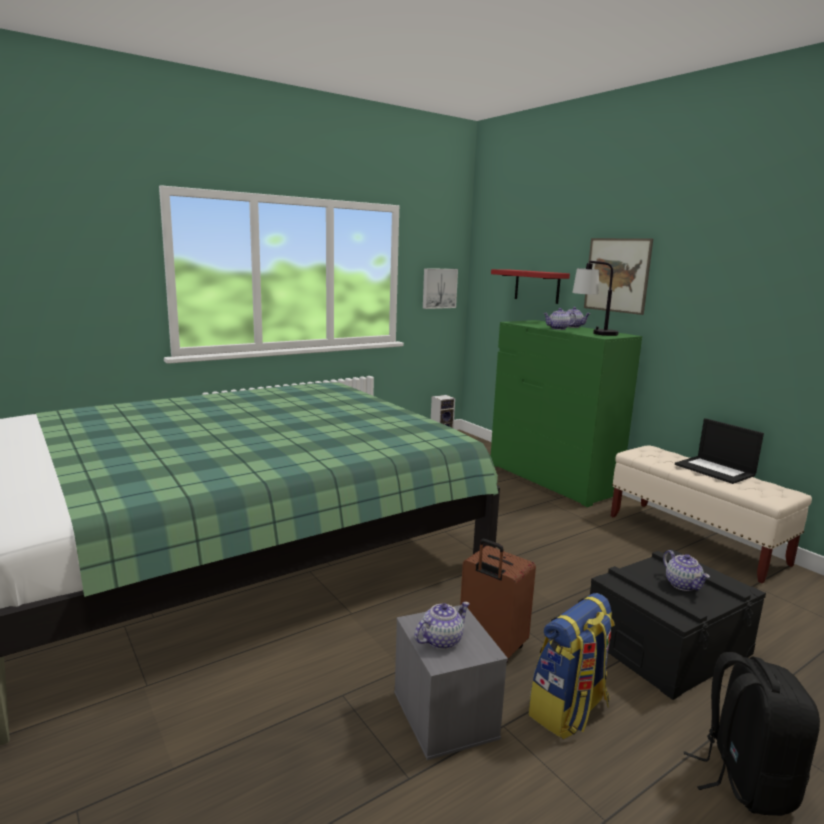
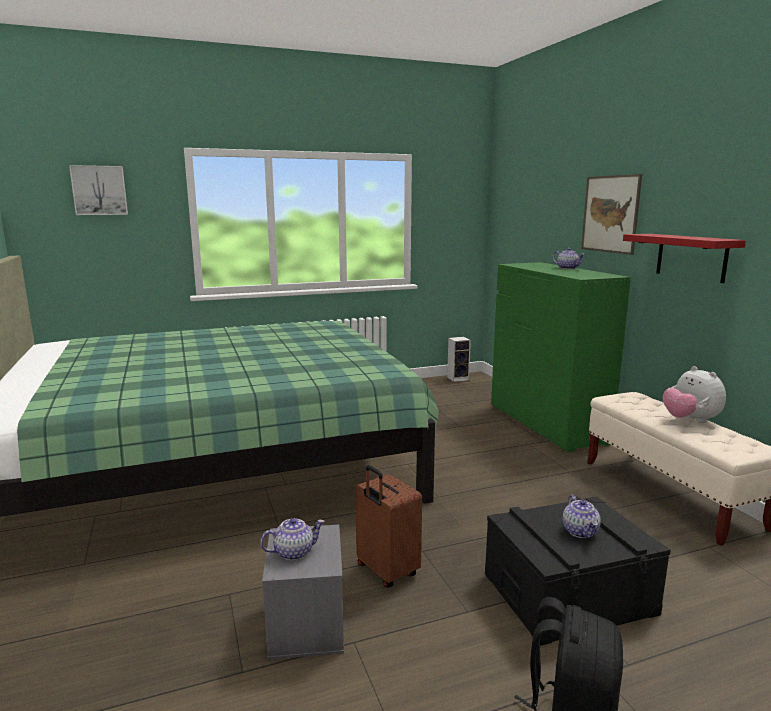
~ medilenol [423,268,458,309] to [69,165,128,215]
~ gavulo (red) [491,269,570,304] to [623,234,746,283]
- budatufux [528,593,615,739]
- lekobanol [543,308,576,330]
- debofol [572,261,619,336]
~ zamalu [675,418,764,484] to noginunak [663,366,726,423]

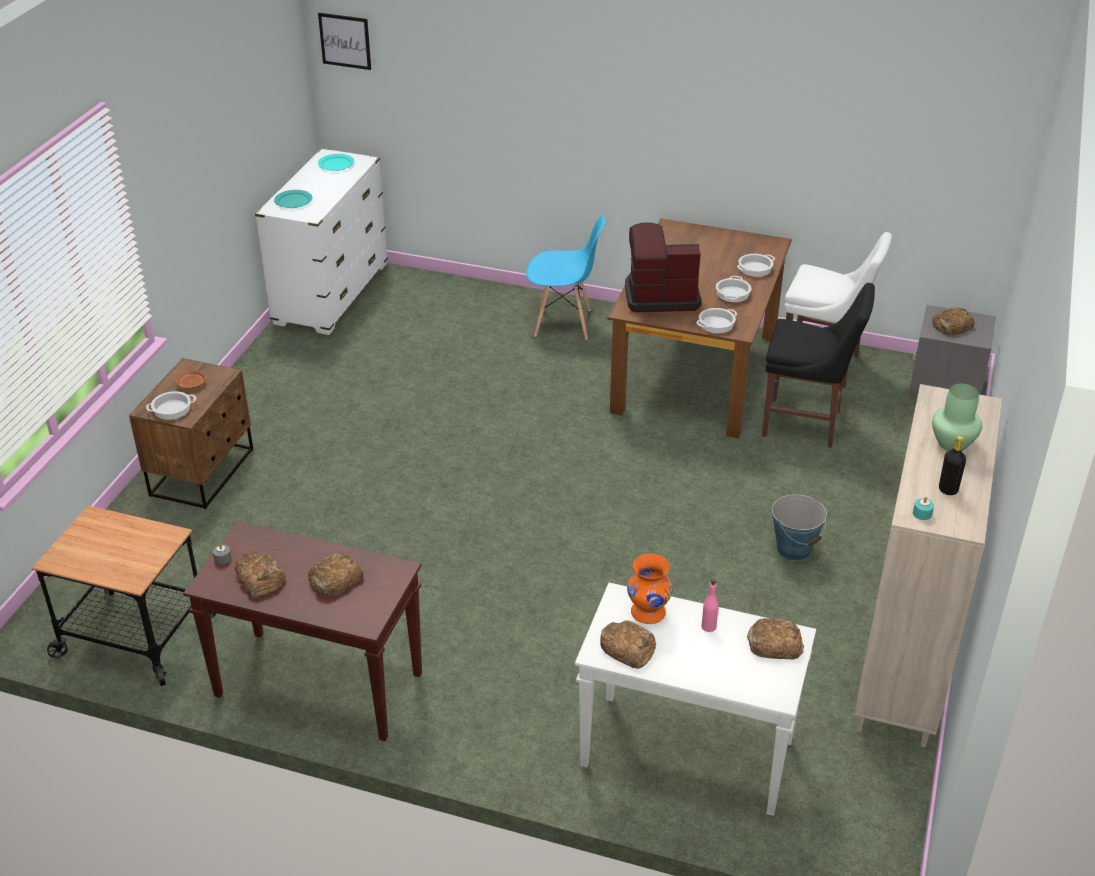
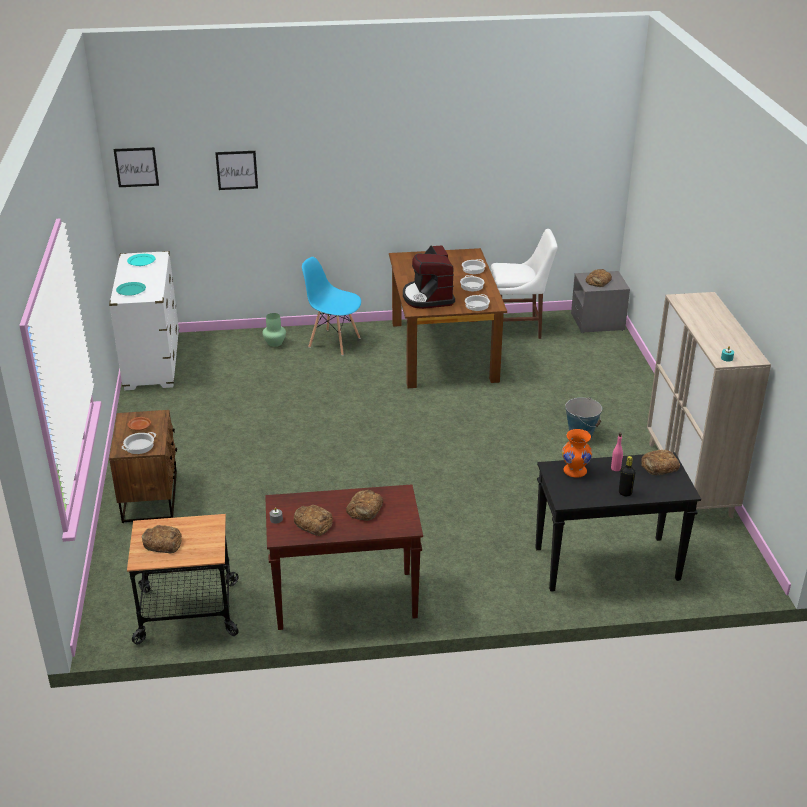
~ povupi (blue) [526,215,605,340] = [302,257,361,356] 135 degrees counterclockwise
~ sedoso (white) [575,583,816,816] to sedoso (black) [535,452,701,592]
~ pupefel [600,620,656,669] to [142,525,182,554]
~ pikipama [625,222,702,312] = [403,245,455,309] 75 degrees counterclockwise
- povupi (black) [762,283,875,448]
~ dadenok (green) [932,383,982,451] to [262,313,286,347]
~ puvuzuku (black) [939,436,966,495] to [619,456,635,496]
+ medilenol [215,151,258,190]

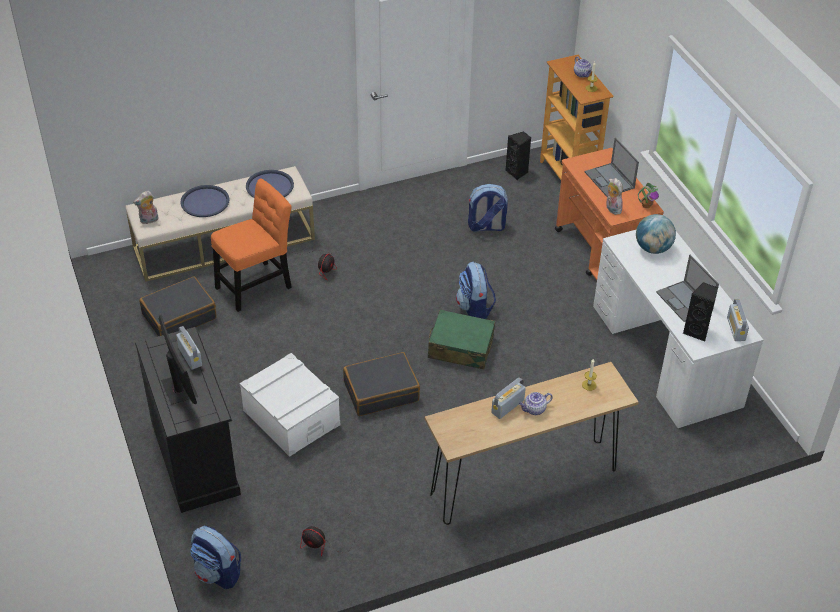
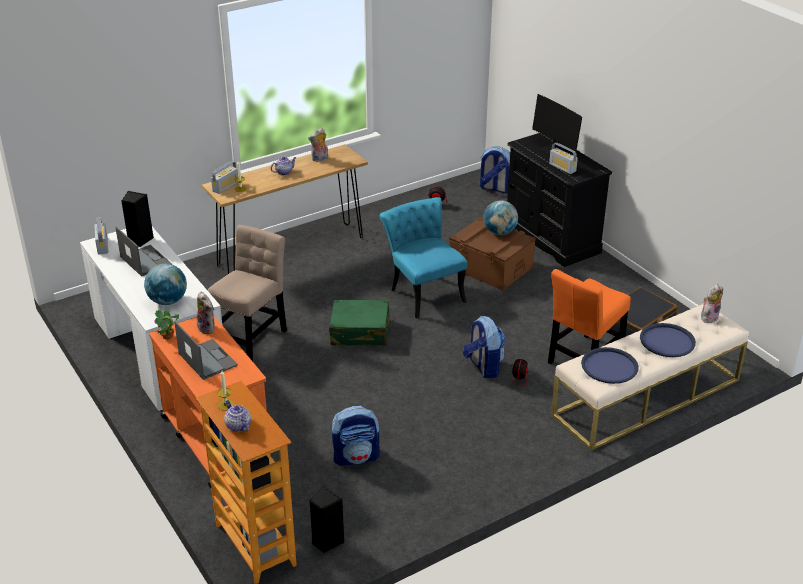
~ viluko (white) [240,353,340,457] to viluko (brown) [450,217,536,291]
~ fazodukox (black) [343,352,420,416] to povupi (turquoise) [379,197,467,319]
~ budatufux [456,261,496,319] to [463,316,505,378]
~ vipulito [491,377,526,419] to [211,161,239,194]
+ povupi (beige) [208,225,287,361]
+ noginunak [308,128,328,162]
+ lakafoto [484,200,518,235]

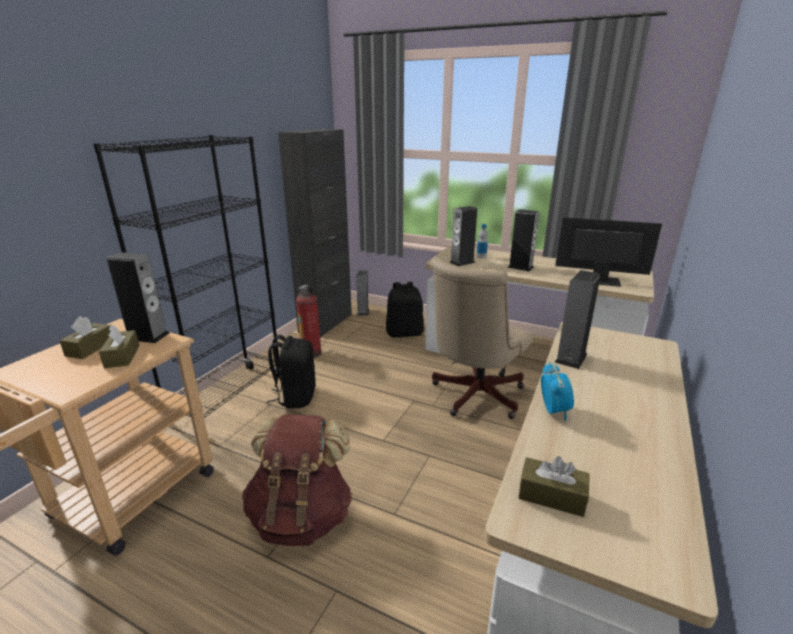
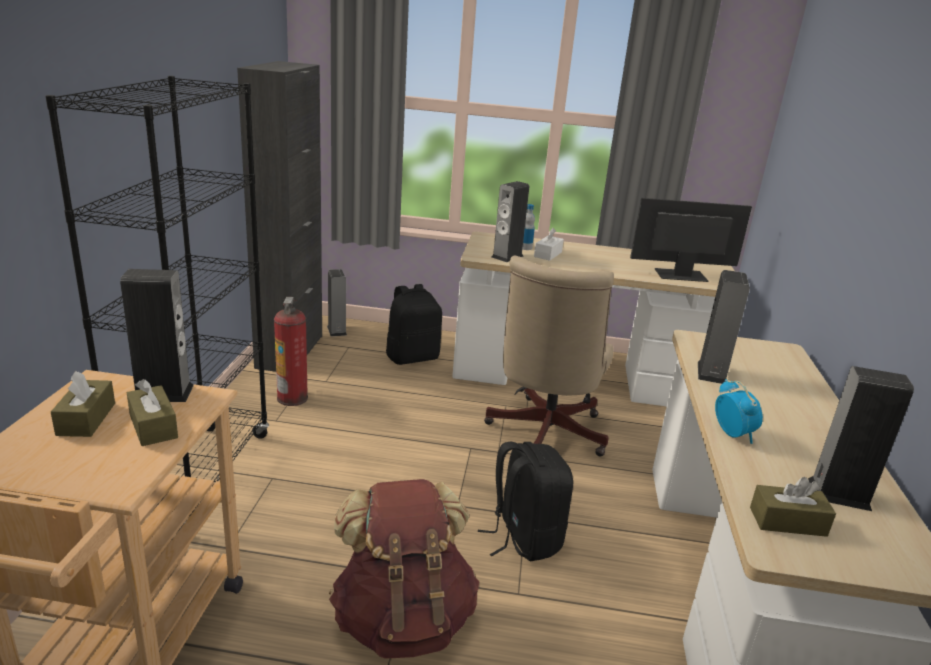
~ budatufux (black) [267,335,316,409] to [478,442,573,561]
~ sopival [508,209,539,271] to [808,366,914,511]
+ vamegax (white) [534,228,564,261]

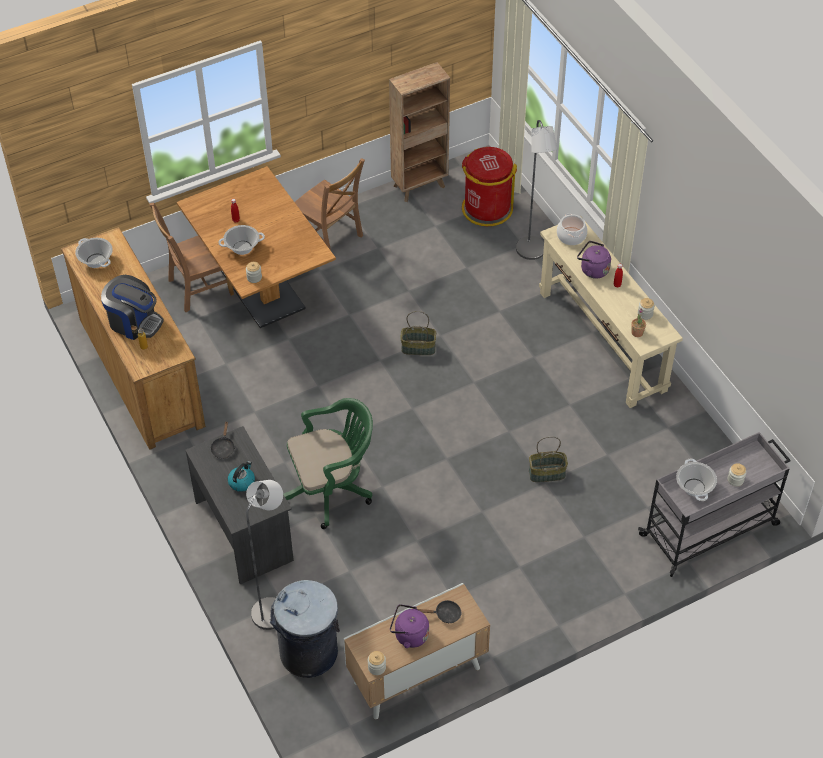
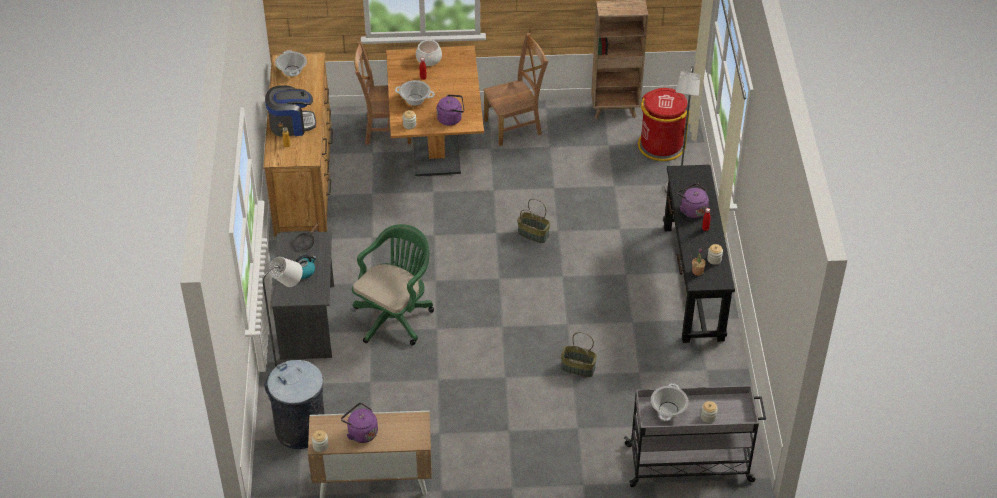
~ pikipama [101,275,164,340] = [265,85,316,137] 60 degrees counterclockwise
~ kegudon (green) [283,398,373,529] = [352,224,434,346] 60 degrees counterclockwise
~ povupi (brown) [295,158,365,250] = [483,33,548,146] 90 degrees counterclockwise
- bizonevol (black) [417,600,461,623]
~ sedoso (beige) [539,216,683,408] to sedoso (black) [663,165,735,343]
~ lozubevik [557,214,587,245] to [416,40,442,66]
+ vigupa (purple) [437,94,464,126]

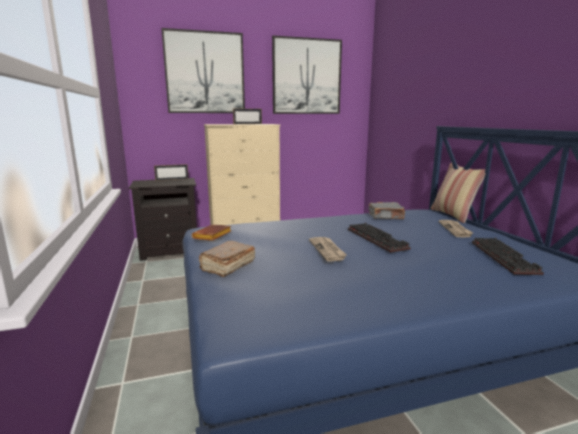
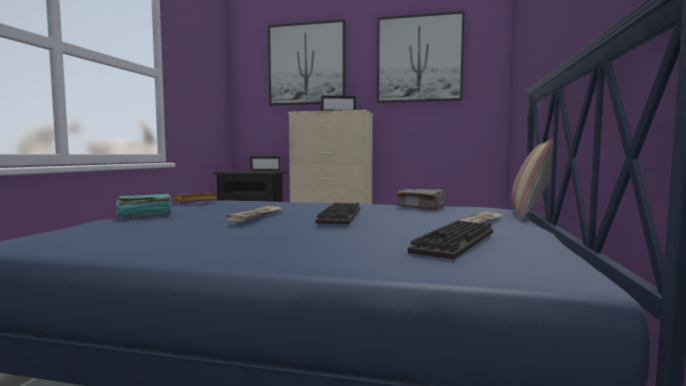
~ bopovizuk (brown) [199,241,255,277] to bopovizuk (turquoise) [116,194,172,219]

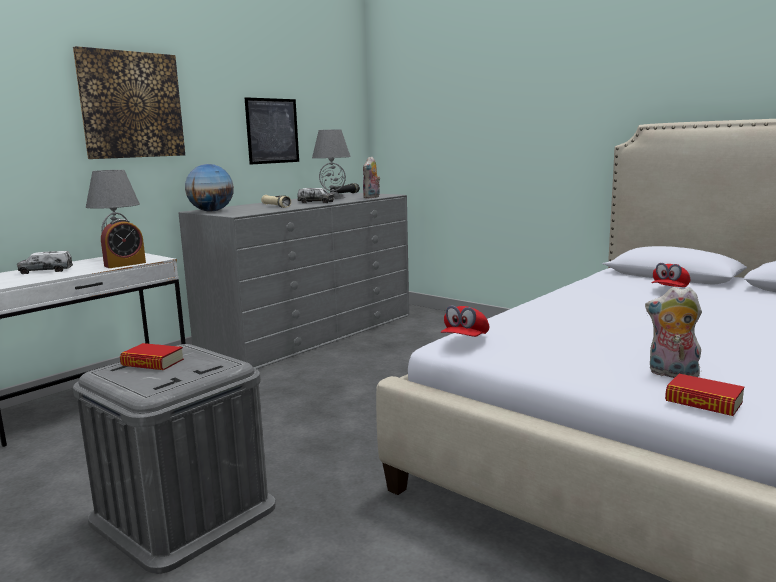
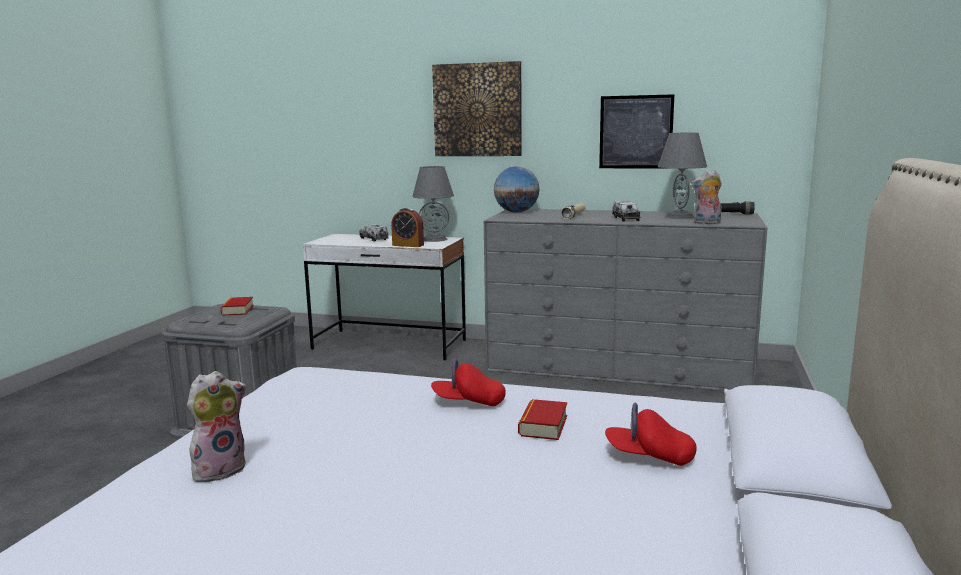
~ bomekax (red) [441,305,489,337] to [431,358,506,406]
~ noginunak [645,287,702,378] = [187,371,246,482] 45 degrees clockwise
~ bopovizuk [665,374,744,416] to [518,399,567,440]

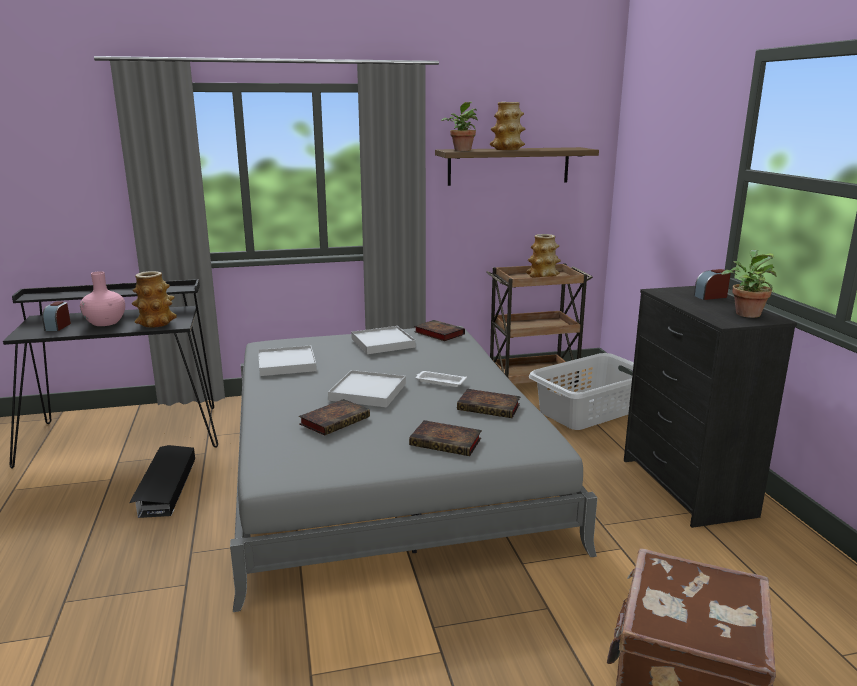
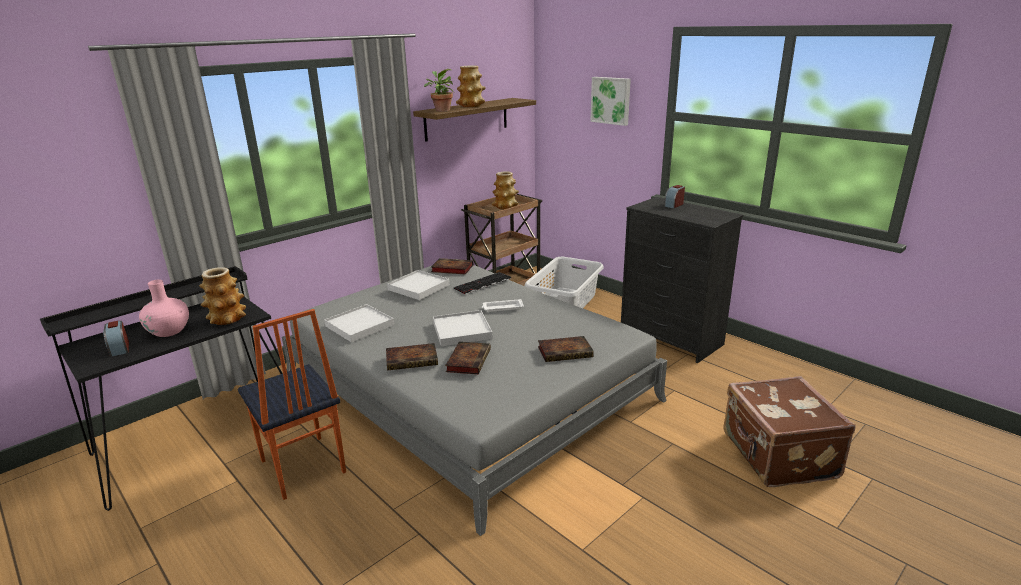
~ viluko (black) [129,445,195,518] to povupi [238,309,346,500]
~ bopovizuk [457,389,520,418] to [386,343,438,370]
- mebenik [721,249,777,318]
+ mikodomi [453,272,511,294]
+ medilenol [590,77,631,126]

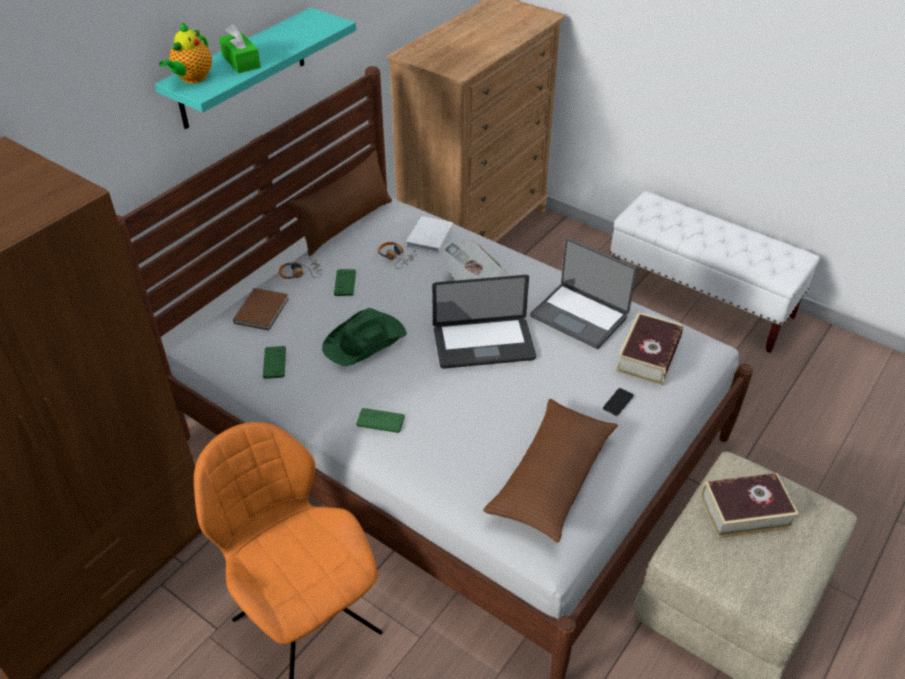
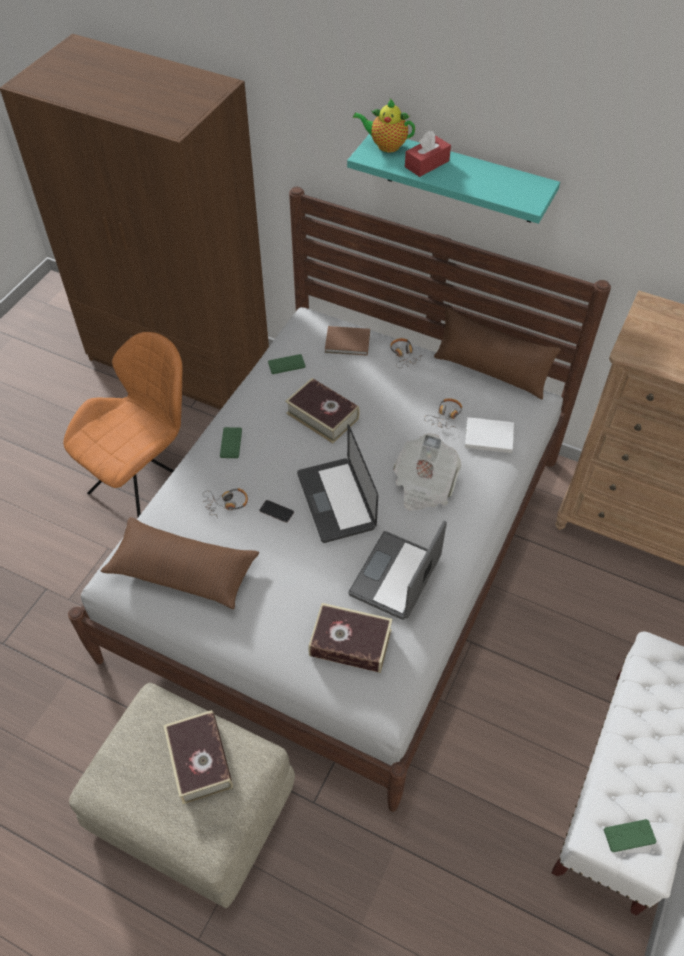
~ vamegax (green) [219,24,261,73] to vamegax (red) [405,130,451,177]
~ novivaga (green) [322,308,407,366] to bopovizuk [285,378,360,444]
~ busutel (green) [334,269,356,296] to [604,819,657,852]
~ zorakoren [602,388,634,417] to [259,500,294,523]
+ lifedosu [203,488,248,519]

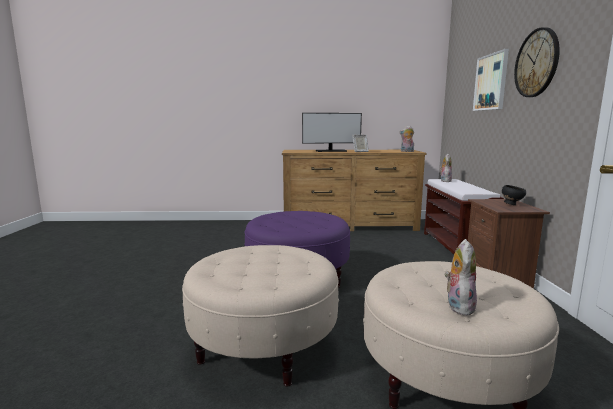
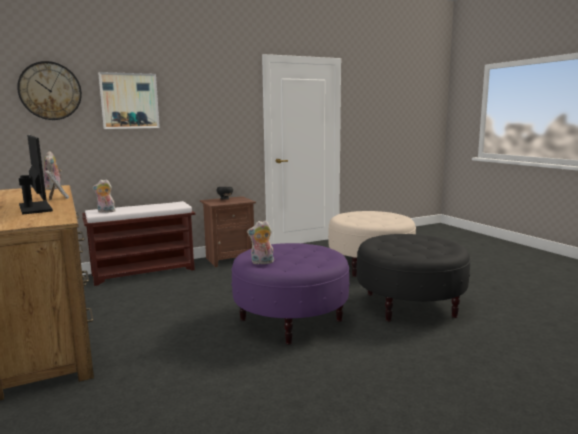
~ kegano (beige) [182,245,339,387] to kegano (black) [356,234,471,321]
~ noginunak [445,239,477,315] to [247,220,274,264]
~ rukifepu [514,27,560,97] to [17,61,82,120]

